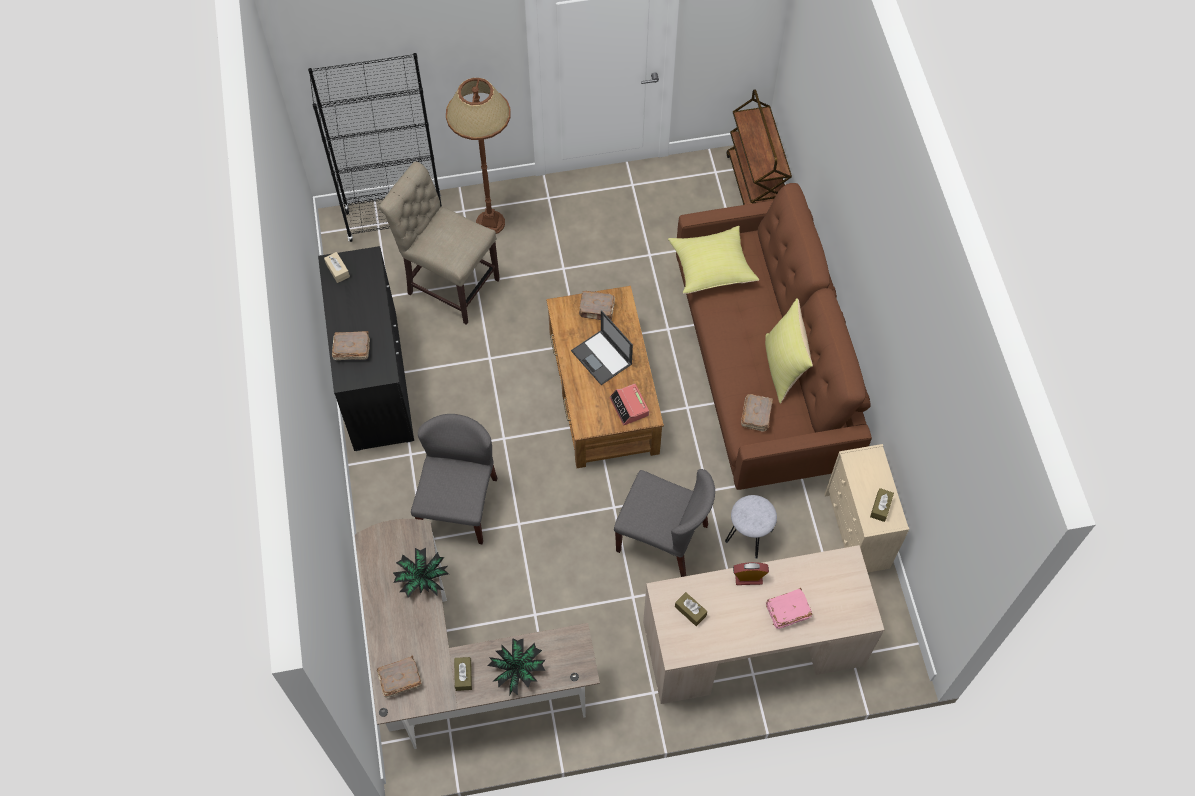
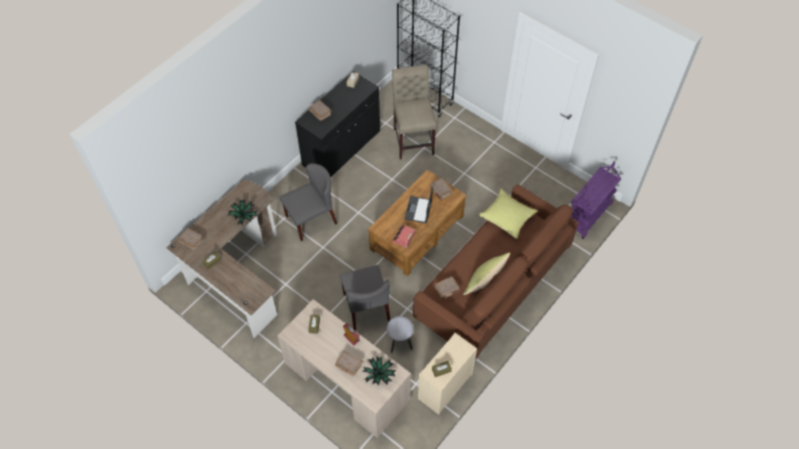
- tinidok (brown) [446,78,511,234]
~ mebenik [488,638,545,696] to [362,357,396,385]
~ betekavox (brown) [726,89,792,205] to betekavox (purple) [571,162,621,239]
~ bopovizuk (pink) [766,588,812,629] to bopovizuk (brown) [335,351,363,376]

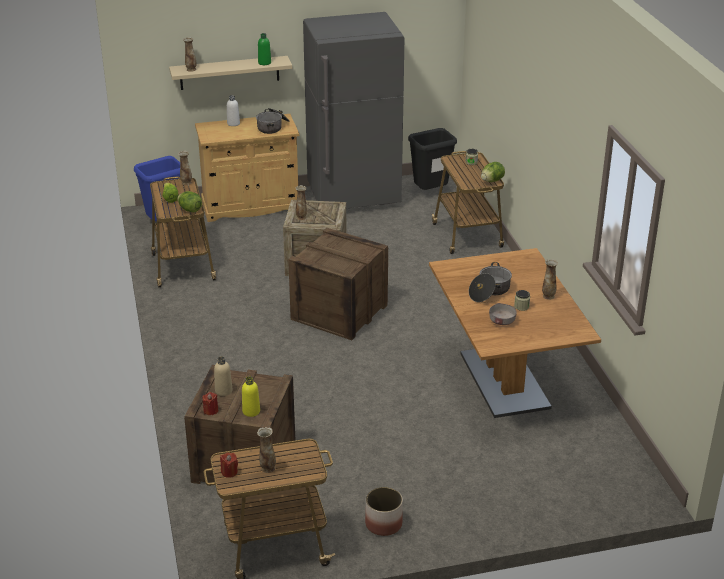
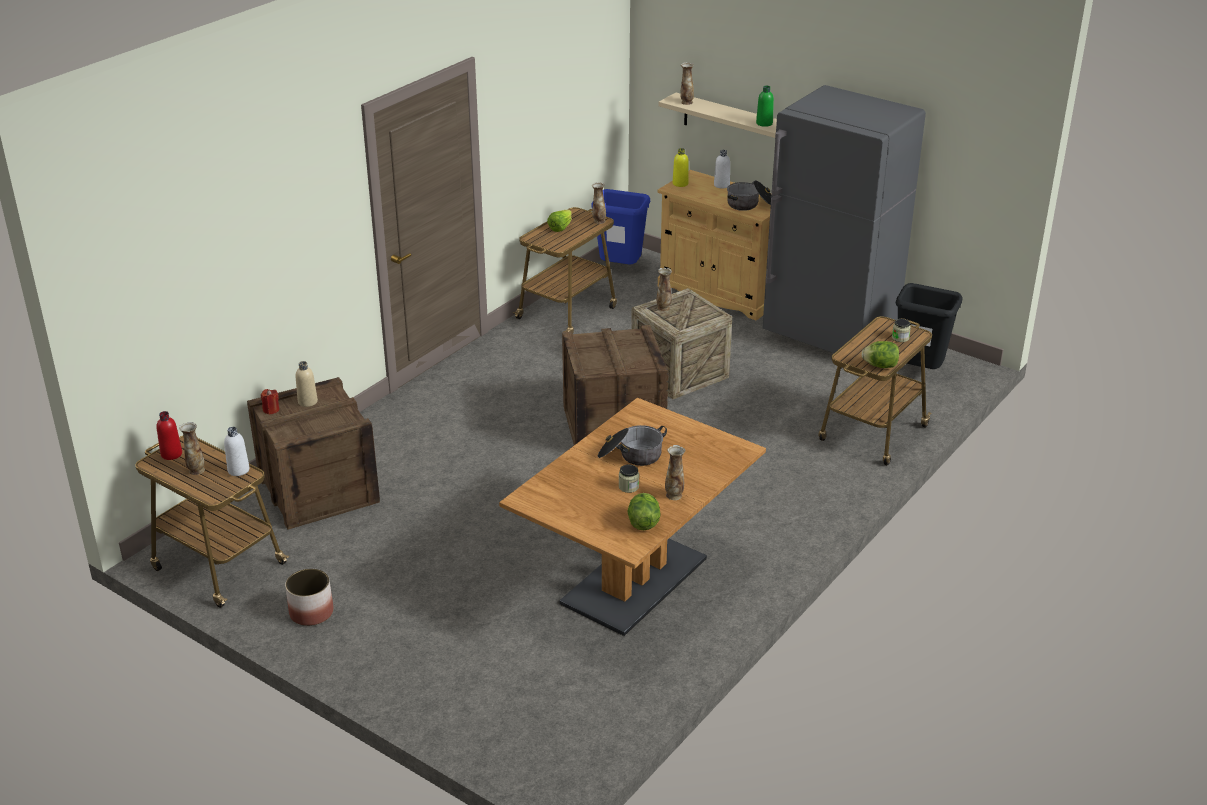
~ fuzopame [177,191,202,212] to [627,493,661,530]
~ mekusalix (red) [220,452,238,478] to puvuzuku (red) [157,411,182,460]
~ puvuzuku (yellow) [242,376,260,417] to [673,148,689,187]
- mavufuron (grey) [489,303,517,325]
+ puvuzuku (white) [224,427,249,476]

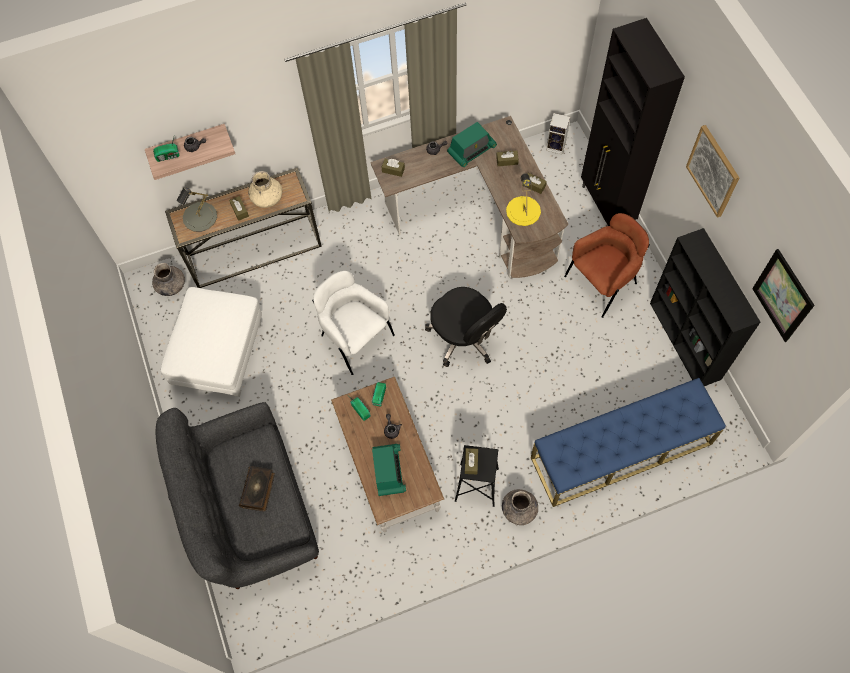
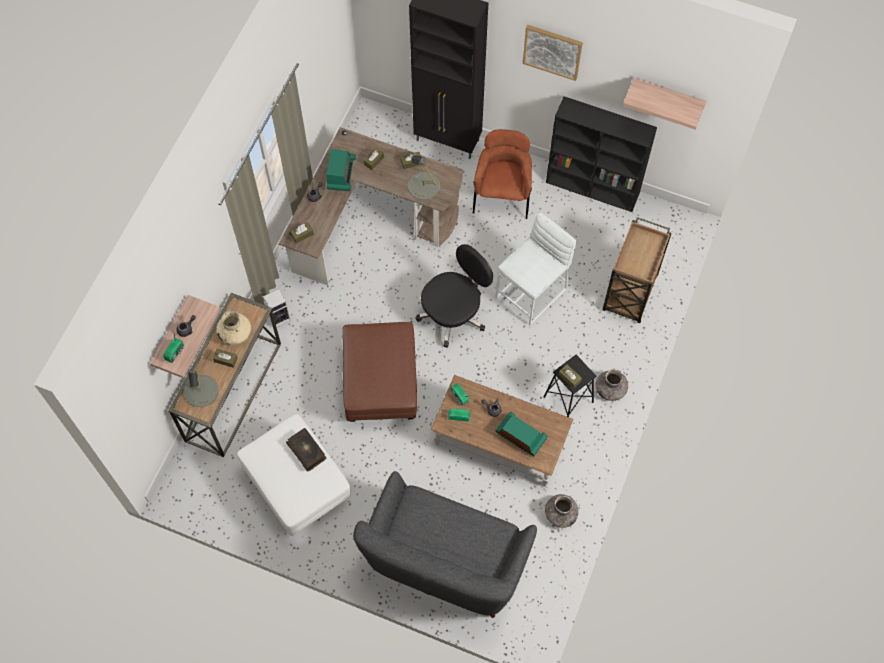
~ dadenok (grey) [152,263,185,296] to [545,494,579,528]
~ bopovizuk [239,466,275,511] to [286,428,326,471]
~ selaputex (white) [312,271,395,375] to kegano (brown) [342,322,417,422]
~ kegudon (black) [425,287,507,367] = [415,244,493,348] 45 degrees counterclockwise
~ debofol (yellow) [506,173,541,226] to debofol (grey) [408,155,440,200]
~ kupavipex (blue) [531,378,726,507] to betekavox (brown) [602,217,672,323]
~ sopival [546,113,570,154] to [263,289,291,327]
~ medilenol [752,249,815,342] to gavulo [623,78,706,130]
+ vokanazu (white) [496,212,577,326]

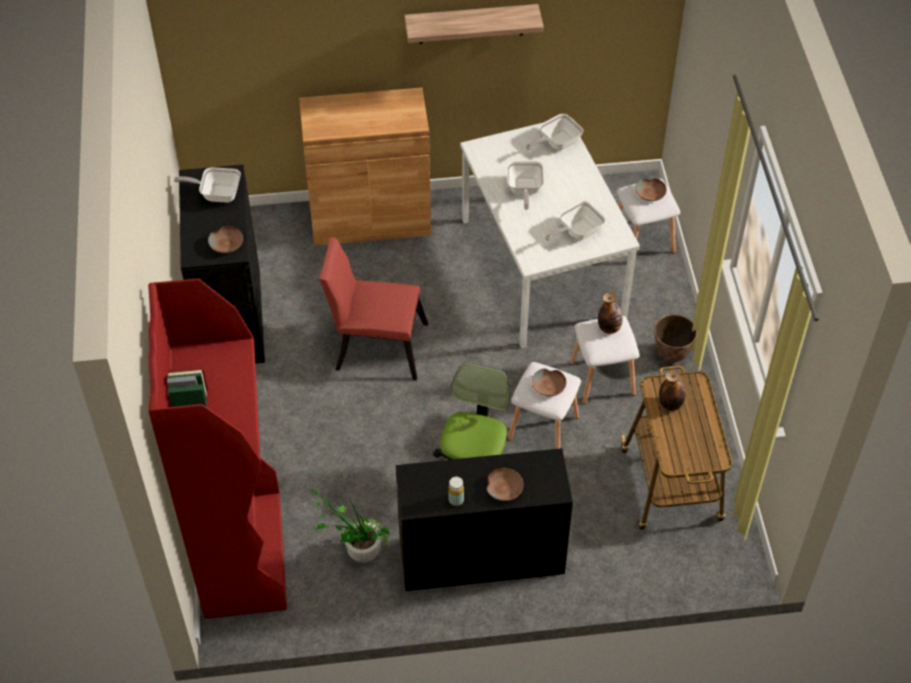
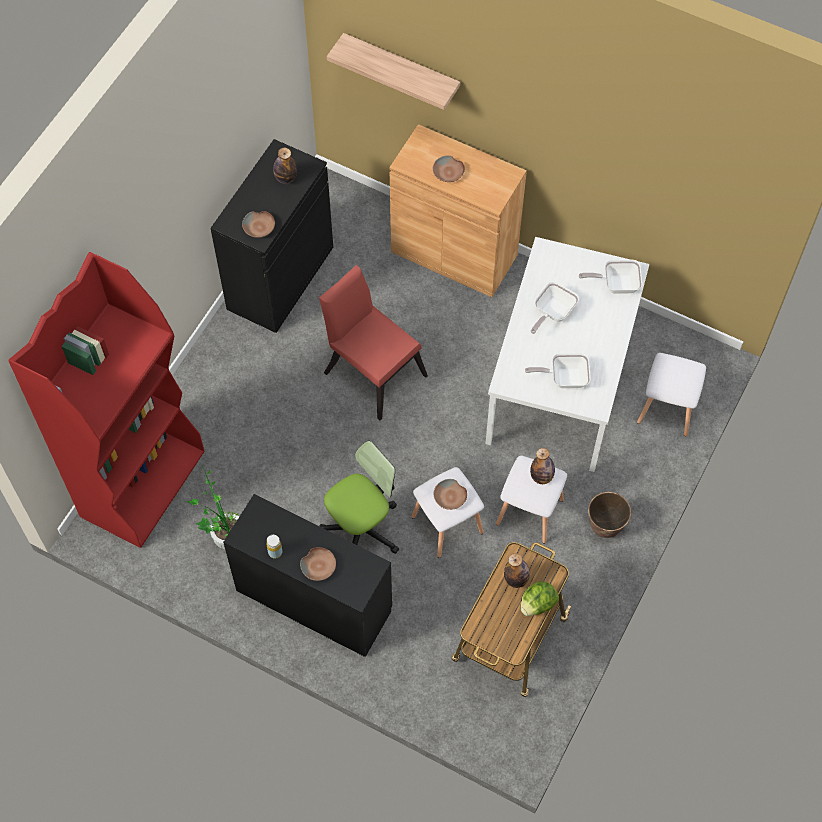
~ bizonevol [174,167,241,203] to puvuzuku [273,148,297,184]
~ gavulo [404,4,544,44] to [327,33,460,110]
~ mavufuron (brown) [635,178,667,201] to [433,155,465,182]
+ fuzopame [521,581,559,616]

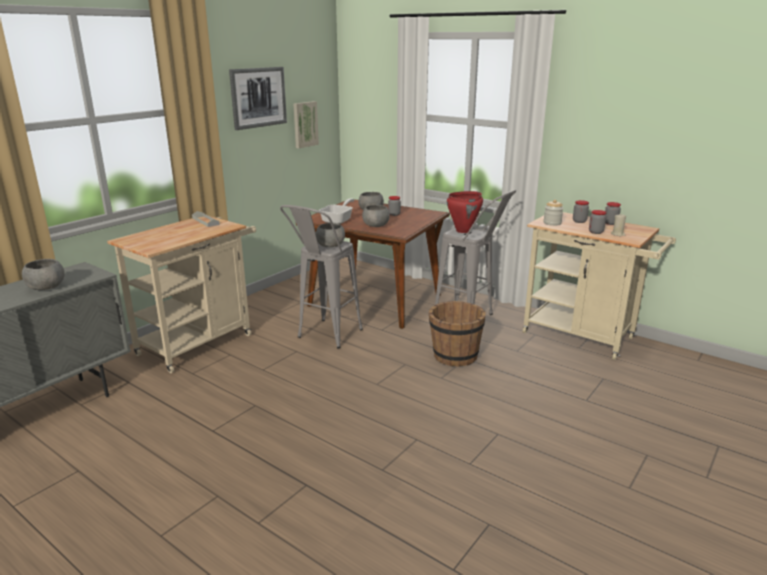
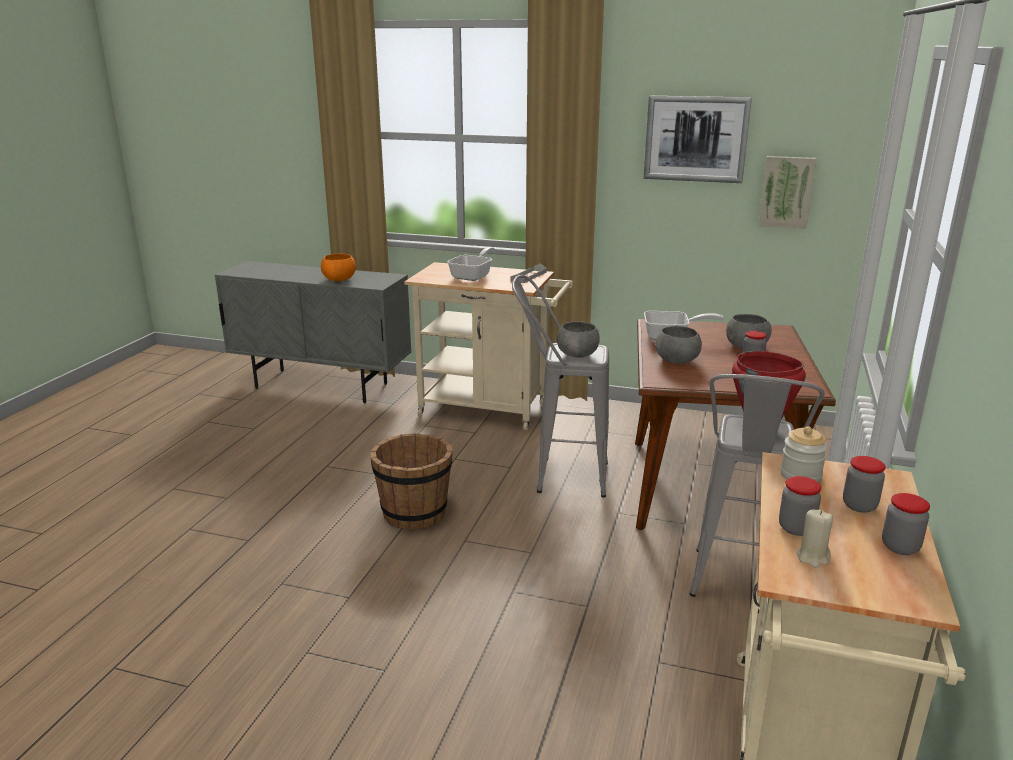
~ mavufuron (grey) [22,259,65,290] to mavufuron (orange) [321,254,356,281]
~ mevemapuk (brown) [429,301,485,367] to [370,433,453,529]
+ bizonevol [447,247,495,281]

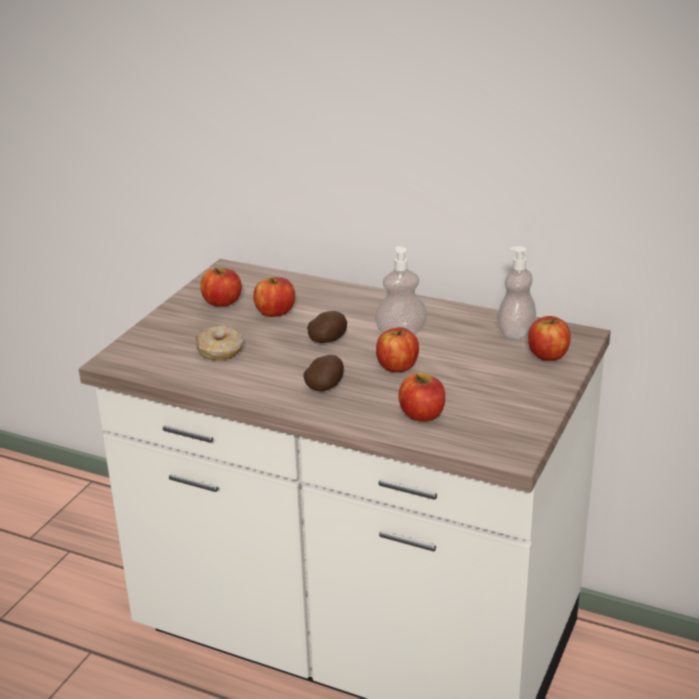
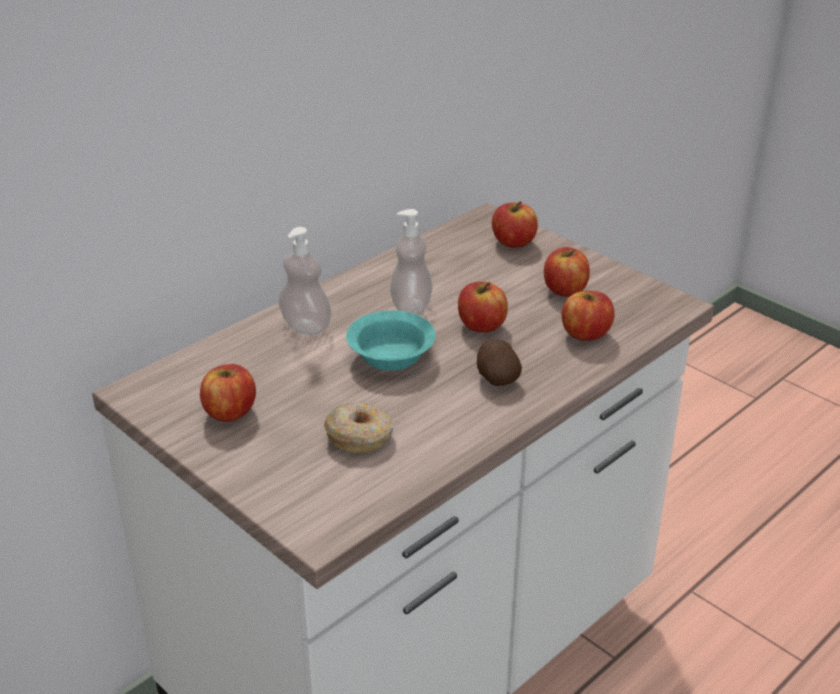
~ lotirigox [253,277,295,317] to [544,247,590,297]
~ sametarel [307,311,347,343] to mavufuron (turquoise) [346,310,436,371]
~ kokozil [497,246,536,340] to [279,227,331,335]

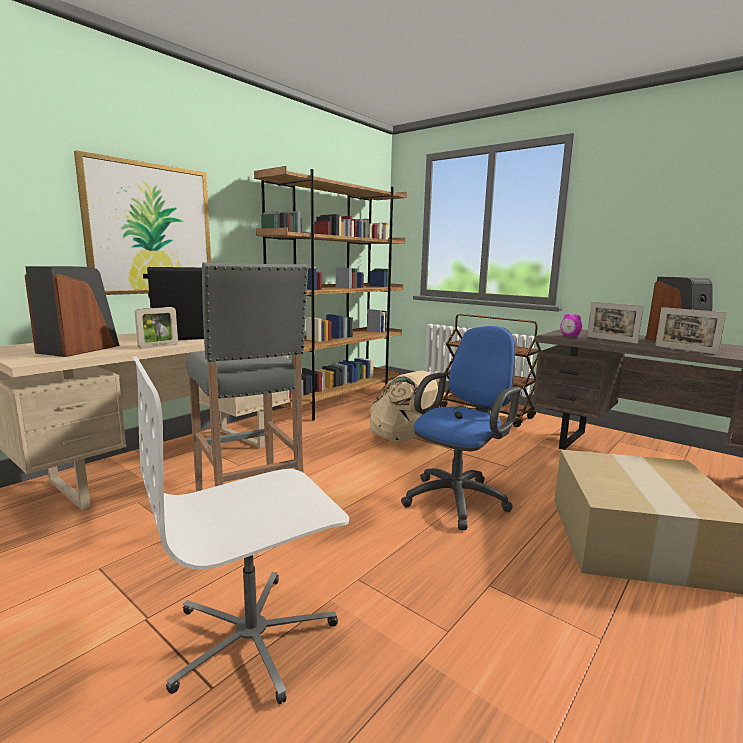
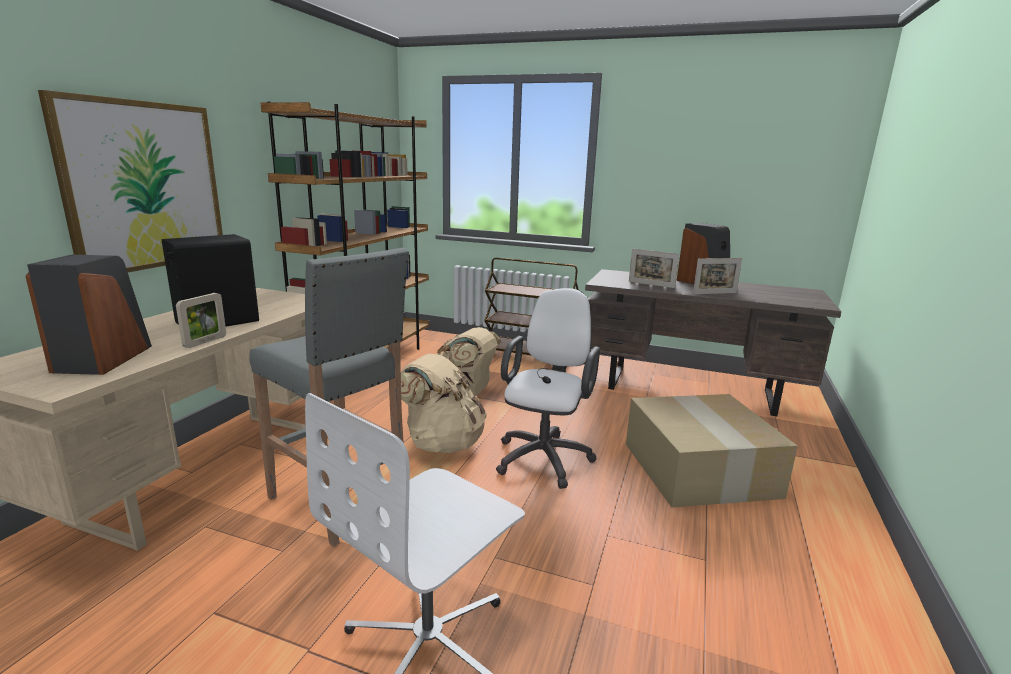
~ kegudon (blue) [401,326,521,530] to kegudon (white) [496,288,600,489]
- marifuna [560,314,582,337]
~ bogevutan [655,307,727,355] = [693,258,742,294] 45 degrees counterclockwise
+ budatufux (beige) [401,354,487,453]

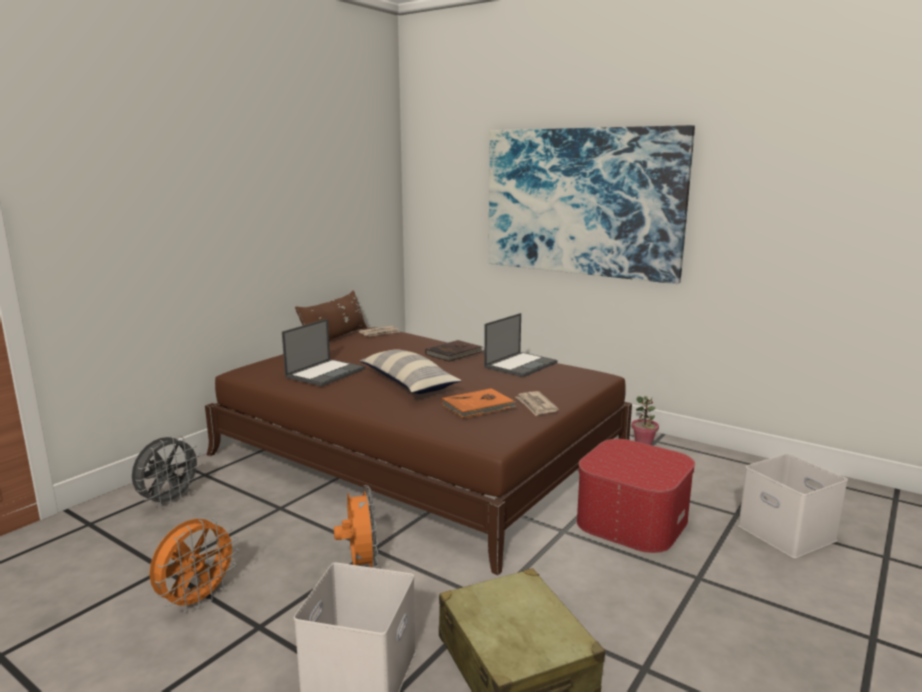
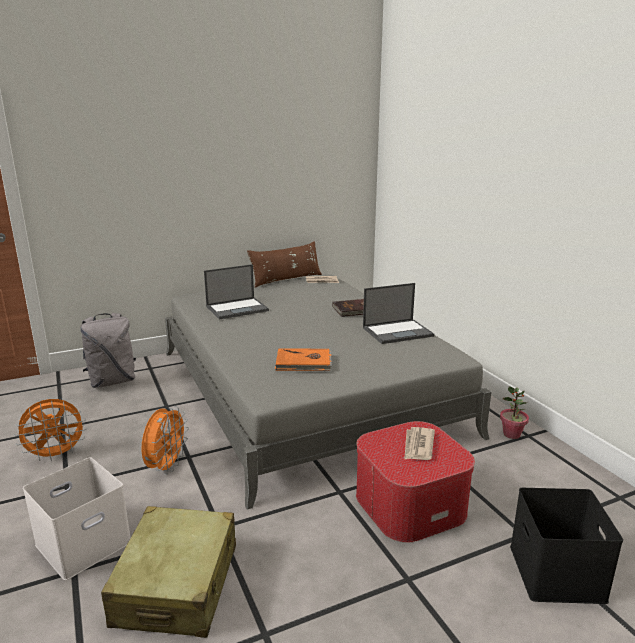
~ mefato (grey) [132,436,202,508] to budatufux (grey) [81,313,136,388]
~ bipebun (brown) [205,327,632,575] to bipebun (grey) [165,275,491,510]
- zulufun [360,349,462,394]
- medilenol [488,125,695,284]
~ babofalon [516,391,559,416] to [404,427,435,460]
~ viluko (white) [738,453,848,558] to viluko (black) [510,488,623,604]

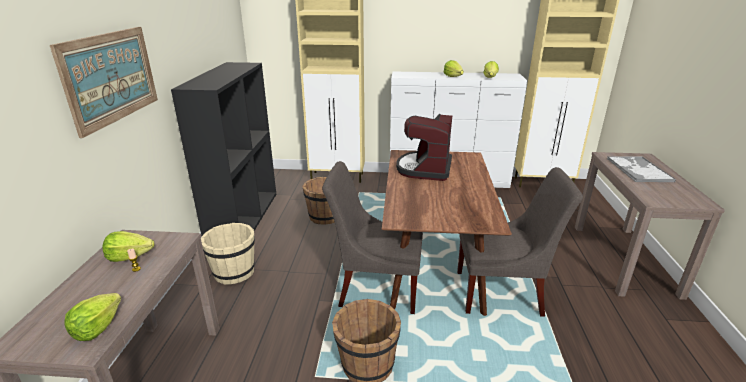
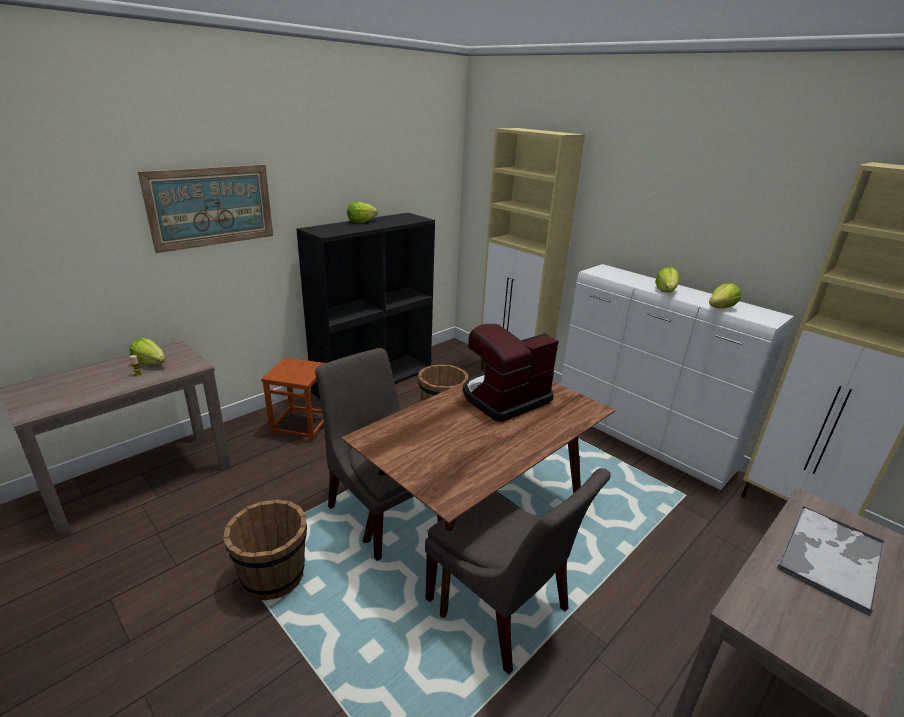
~ fuzopame [64,293,121,341] to [347,202,378,223]
~ mevemapuk (beige) [201,223,255,284] to vokanazu (brown) [261,357,325,441]

